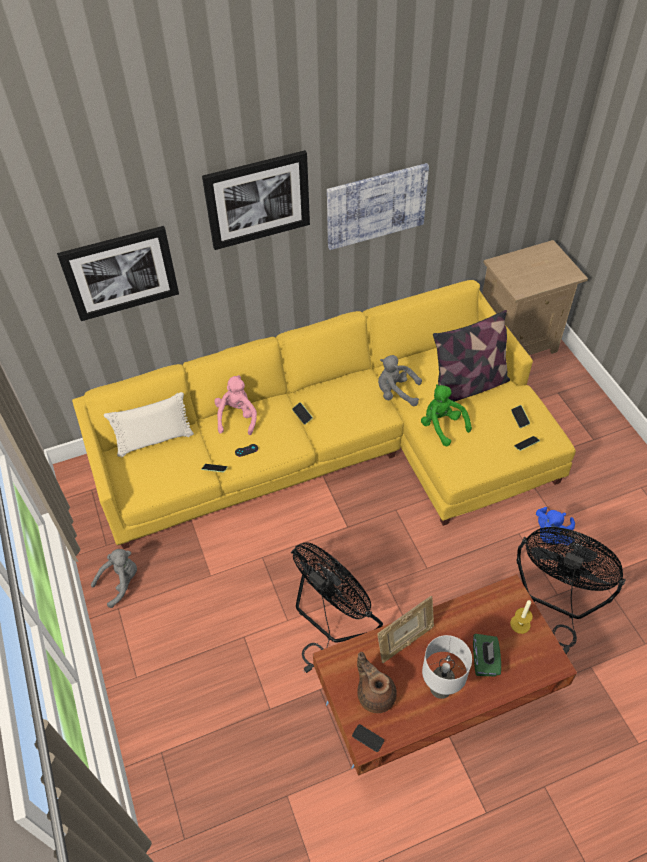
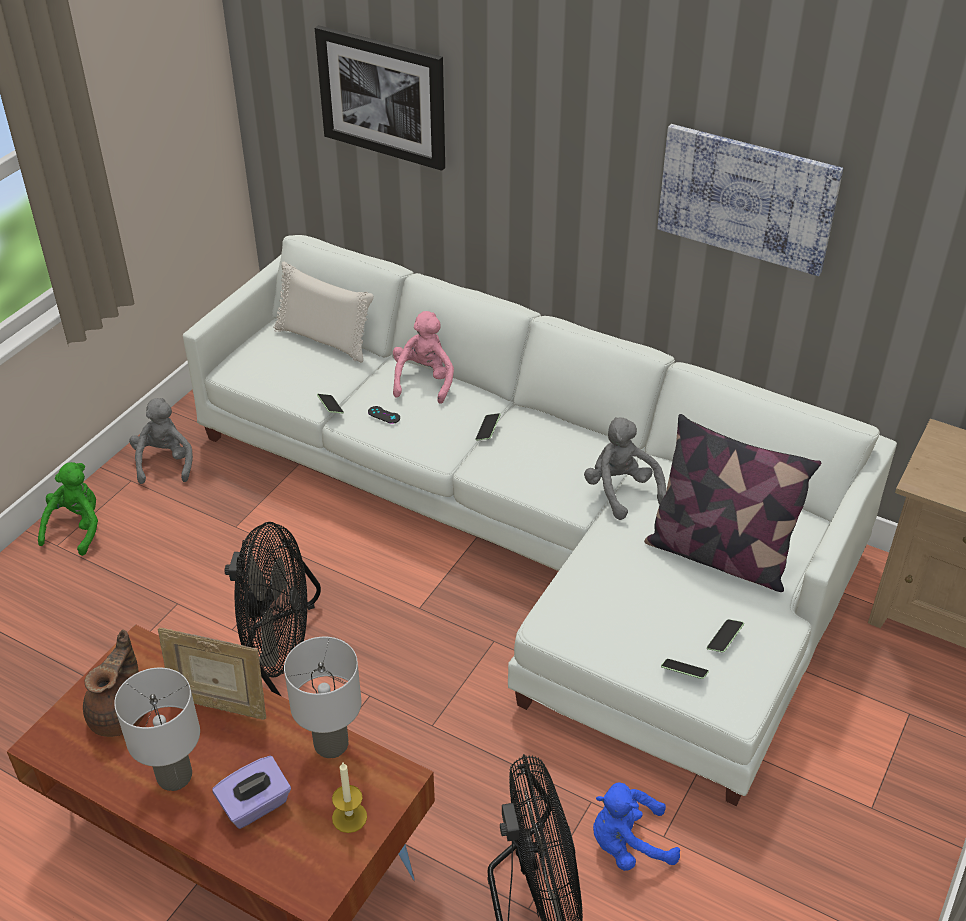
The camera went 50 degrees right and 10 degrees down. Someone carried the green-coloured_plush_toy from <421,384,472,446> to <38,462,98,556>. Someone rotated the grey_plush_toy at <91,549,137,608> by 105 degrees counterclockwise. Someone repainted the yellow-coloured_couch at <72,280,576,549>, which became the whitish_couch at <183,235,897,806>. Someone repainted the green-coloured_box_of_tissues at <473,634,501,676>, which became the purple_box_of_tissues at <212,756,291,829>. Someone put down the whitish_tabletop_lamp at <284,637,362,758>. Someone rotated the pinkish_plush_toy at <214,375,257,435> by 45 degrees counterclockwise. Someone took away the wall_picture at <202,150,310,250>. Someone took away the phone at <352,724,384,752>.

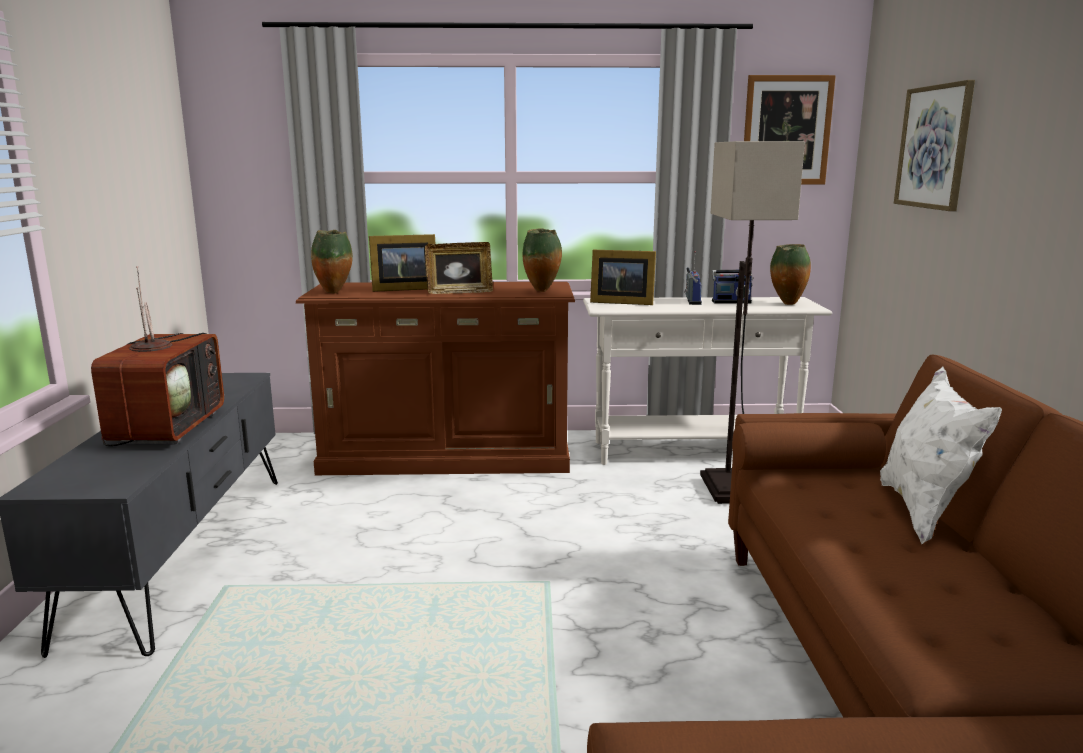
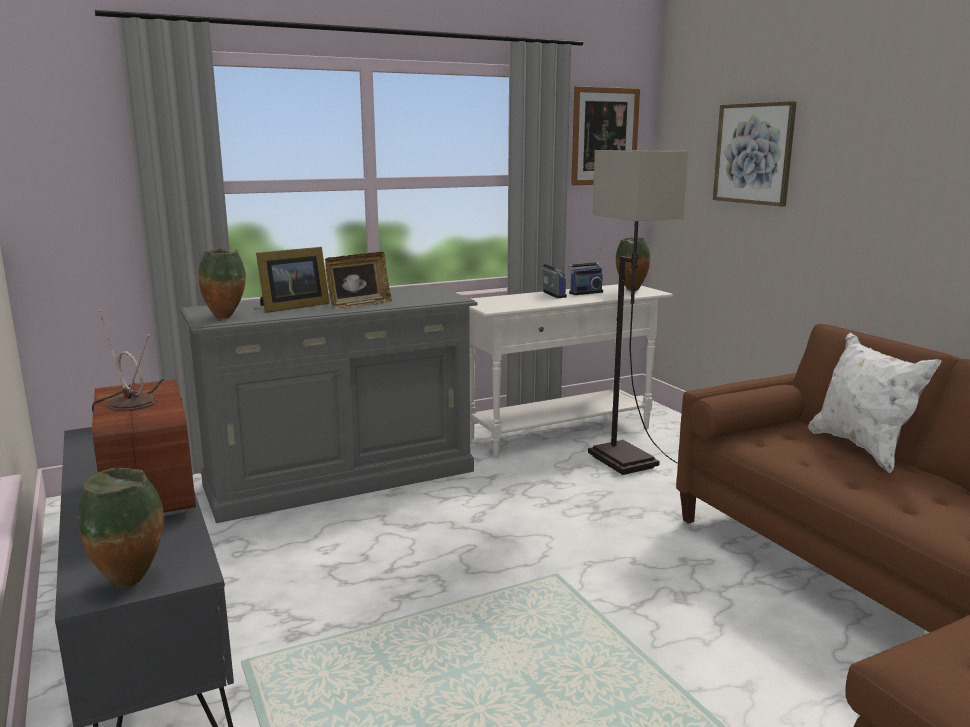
The camera went 25 degrees left and 0 degrees up. Someone carried the decorative_vase from <523,228,562,292> to <79,468,164,587>. Someone repainted the brown_storage_cabinet at <296,282,575,475>, which became the grey_storage_cabinet at <180,285,478,523>. Someone took away the photo_frame at <590,250,656,305>.

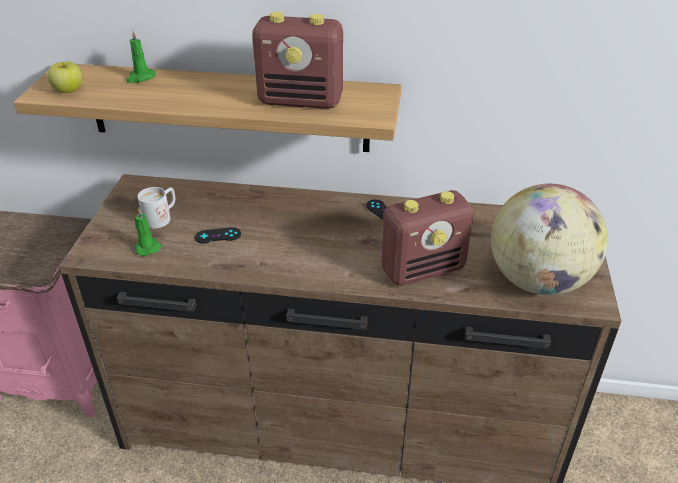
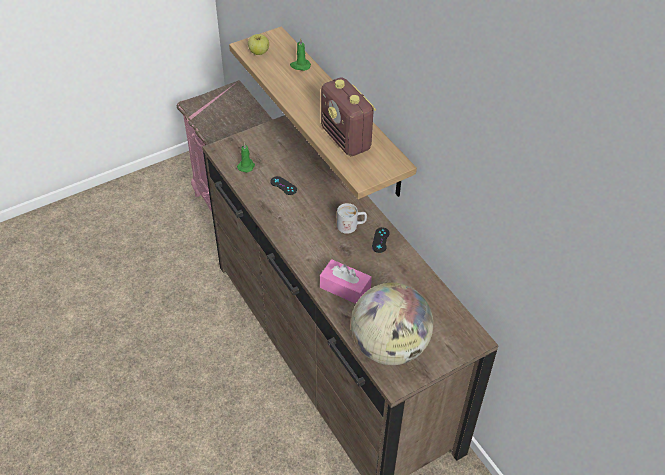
The camera went 50 degrees right and 10 degrees up. Someone swapped the radio_set at <381,190,474,286> for the pinkish_box_of_tissues at <320,259,372,304>. Someone carried the whitish_coffee_mug from <137,187,175,229> to <337,203,367,234>.

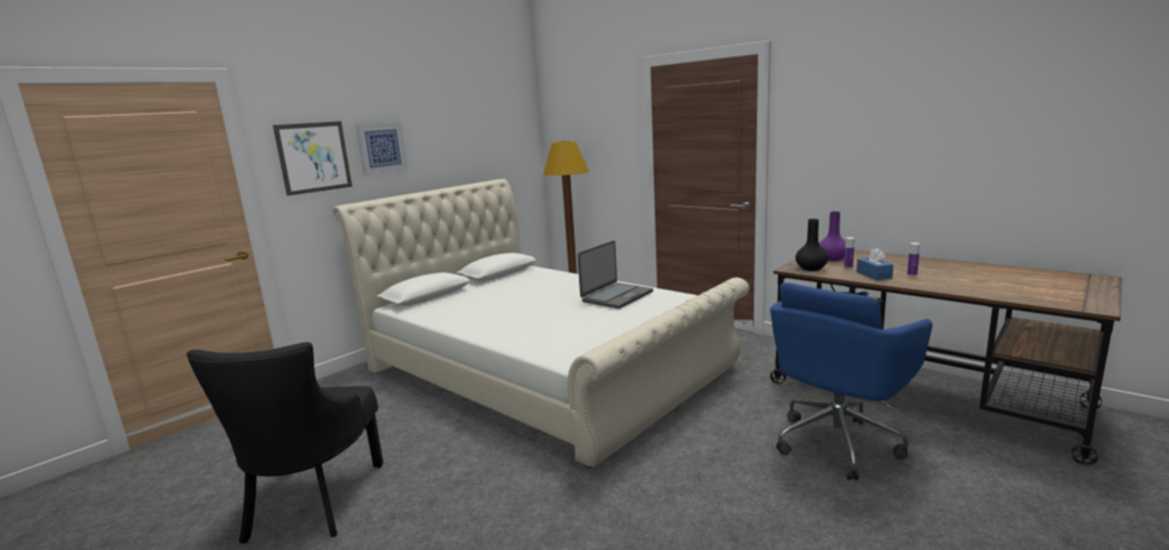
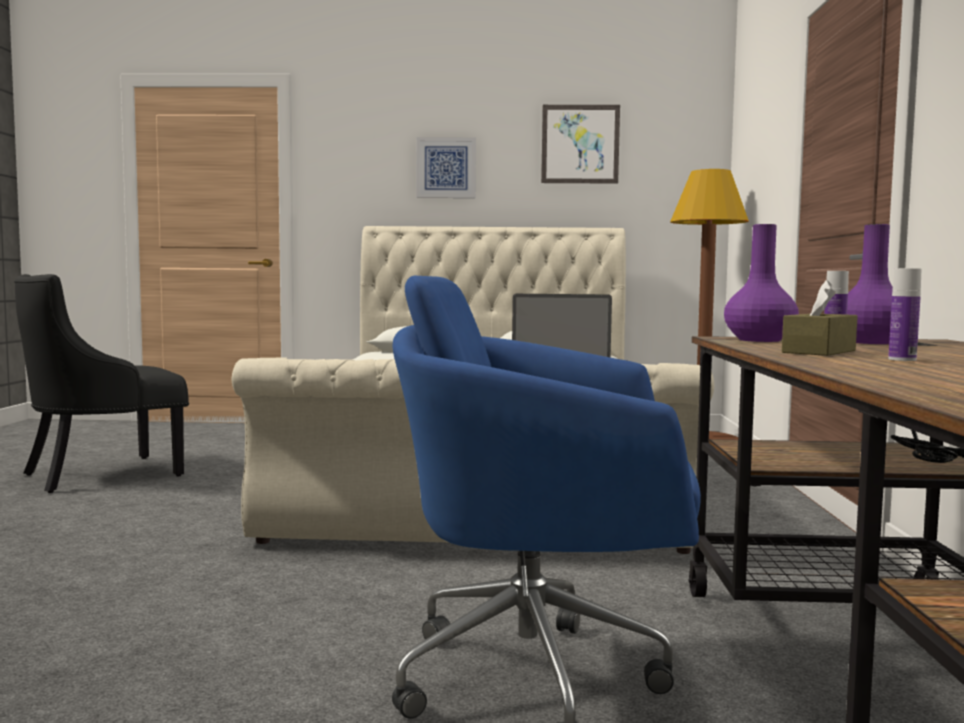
The camera went 50 degrees right and 10 degrees down. Someone carried the wall_picture from <273,121,352,196> to <541,105,620,184>. Someone repainted the black_decorative_vase at <795,219,829,271>, which became the purple_decorative_vase at <724,224,799,342>. Someone repainted the blue_box_of_tissues at <857,248,893,280>, which became the brown_box_of_tissues at <782,280,858,356>.

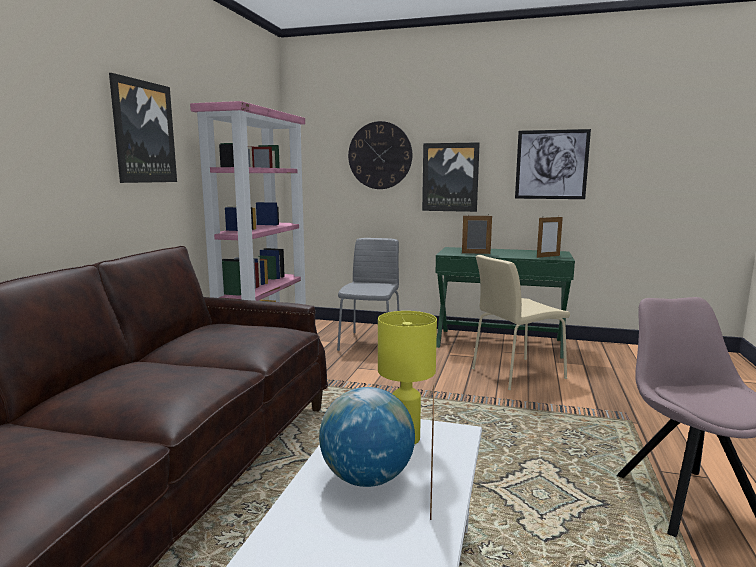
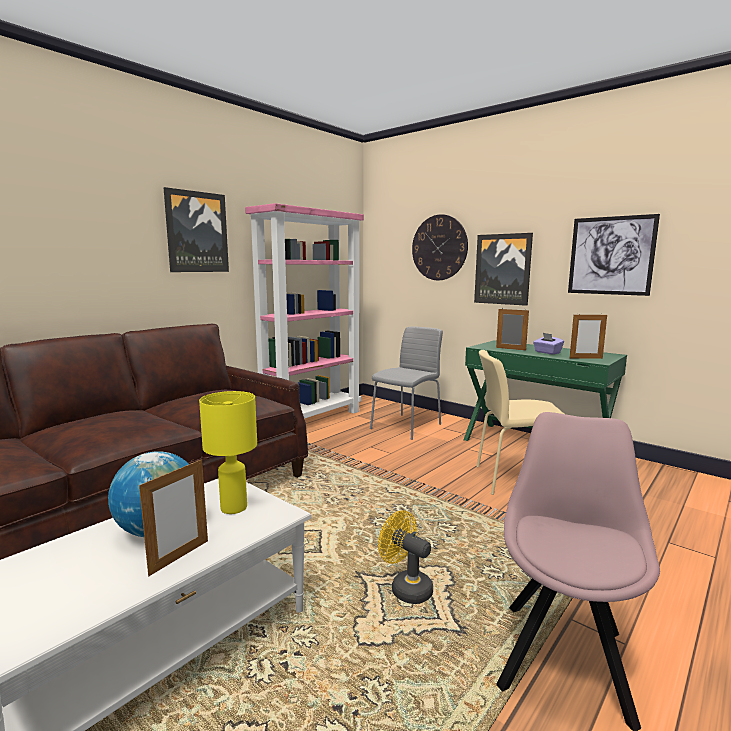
The camera went 25 degrees right and 0 degrees up. Someone put down the yellow-coloured_cooling_fan at <378,510,433,604>. Someone put down the purple_box_of_tissues at <533,333,564,354>.

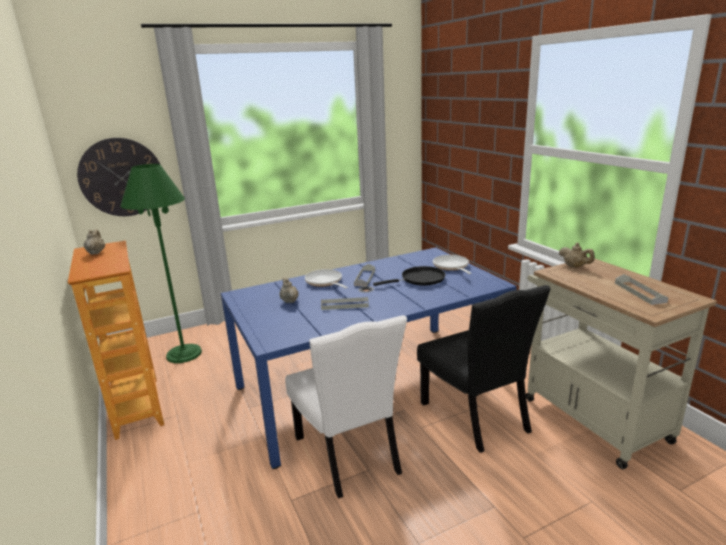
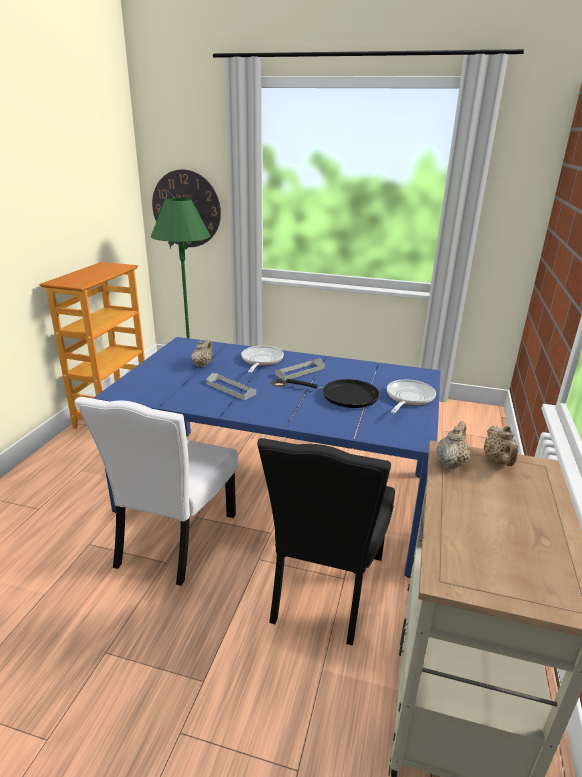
The camera went 40 degrees right and 5 degrees up. Someone carried the beige-coloured_teapot from <84,229,105,255> to <436,421,470,469>. Someone took away the grey_serving_tray at <615,274,669,305>.

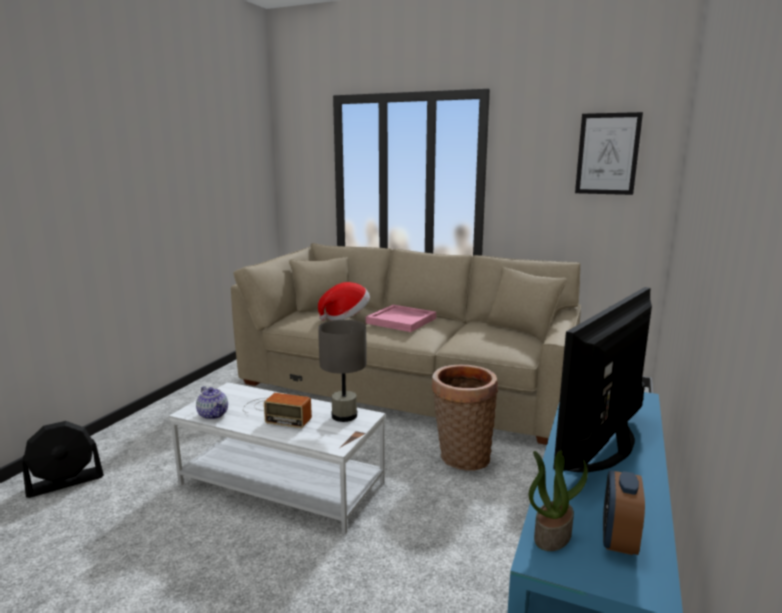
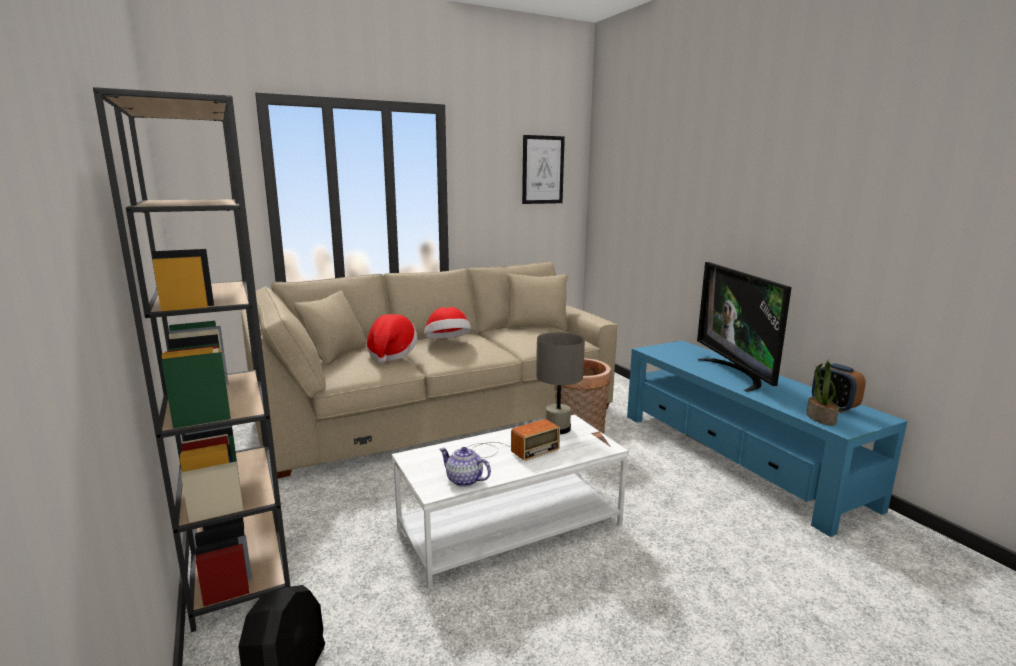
The camera went 50 degrees left and 0 degrees up. Someone put down the shelving_unit at <93,87,290,632>. Someone swapped the pinkish_serving_tray at <366,305,436,332> for the clothing_hat at <424,307,471,339>. Someone rotated the teapot at <196,386,228,420> by 150 degrees counterclockwise.

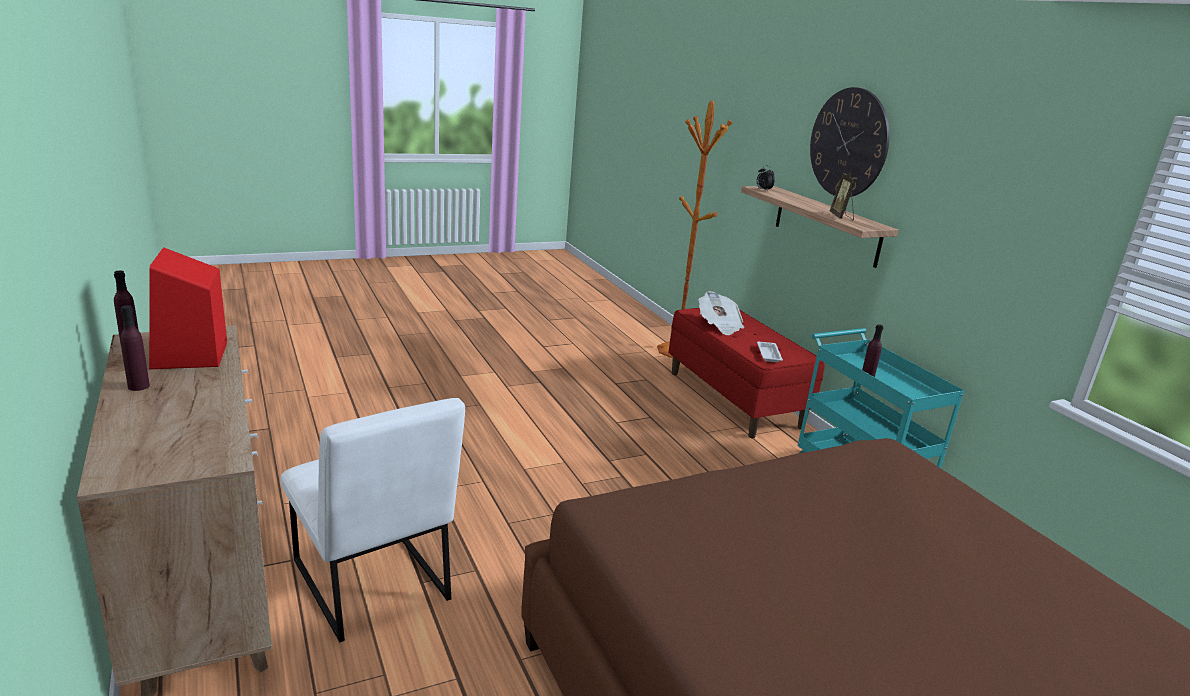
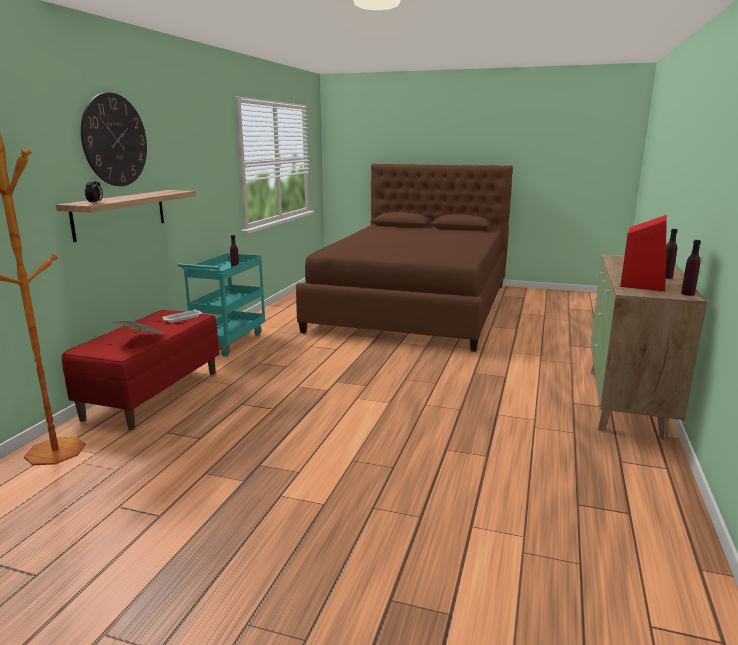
The camera went 135 degrees left and 5 degrees down. Someone took away the whitish_plain_chair at <281,398,465,642>. Someone took away the photo_frame at <830,172,856,220>.

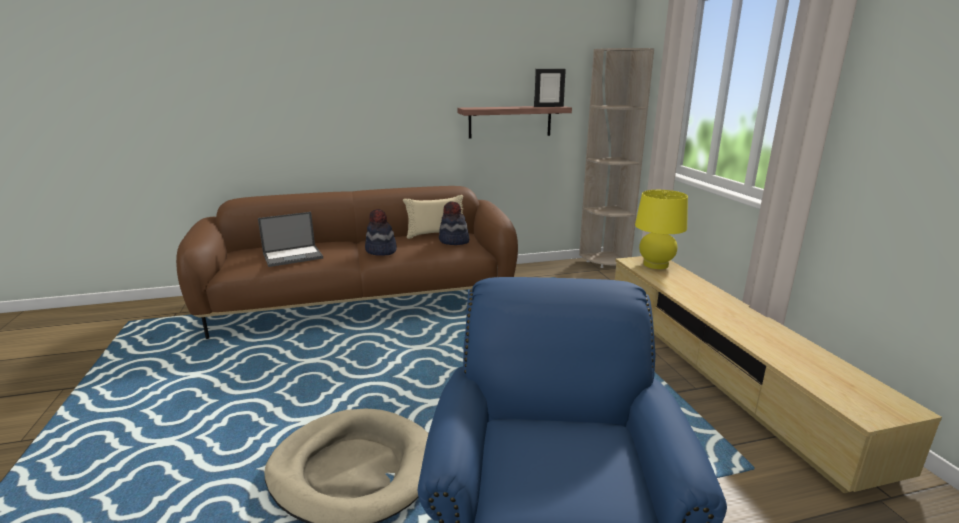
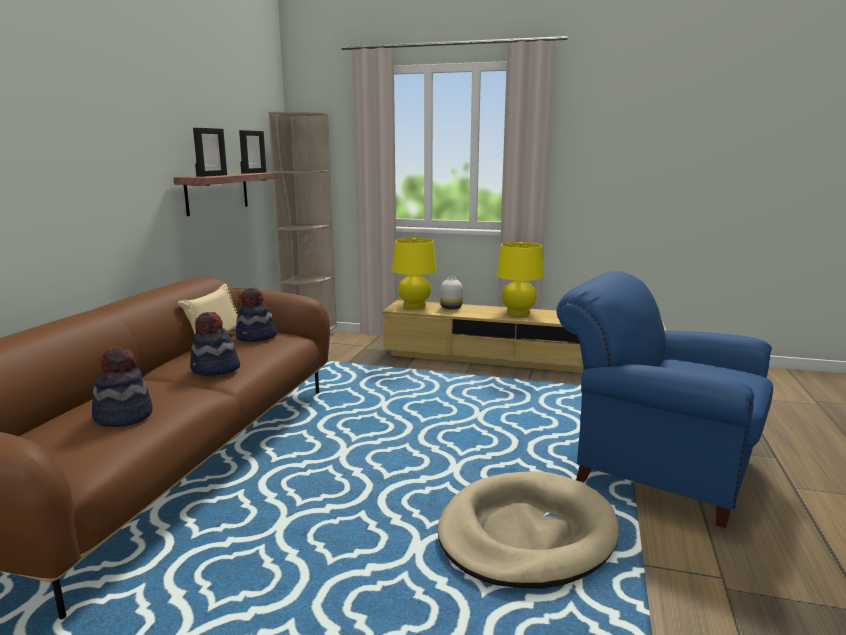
The camera went 60 degrees left and 5 degrees down. Someone swapped the notebook_computer at <258,212,323,267> for the clothing_hat at <92,347,153,427>. Someone put down the photo_frame at <193,128,227,177>. Someone put down the whitish_decorative_vase at <440,277,463,310>. Someone put down the yellow-coloured_tabletop_lamp at <497,242,544,316>.

